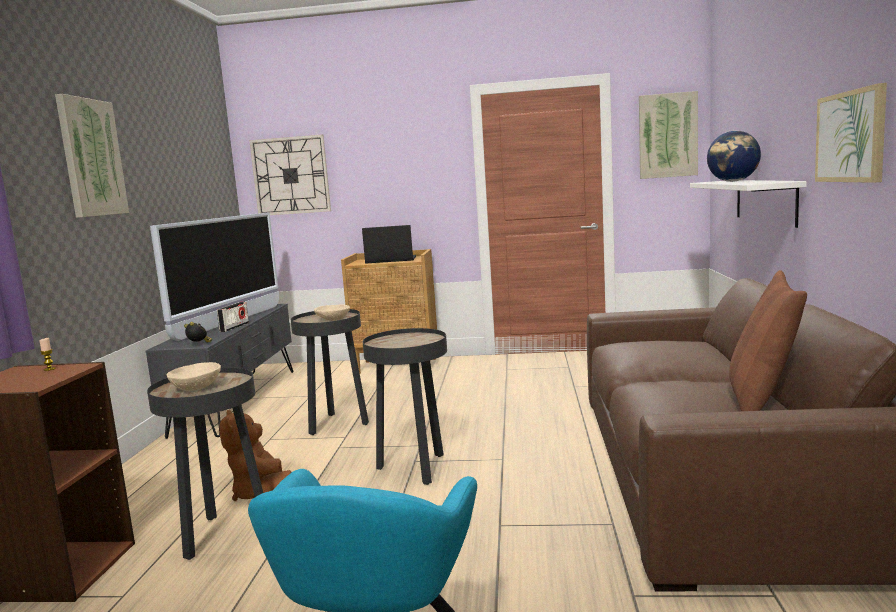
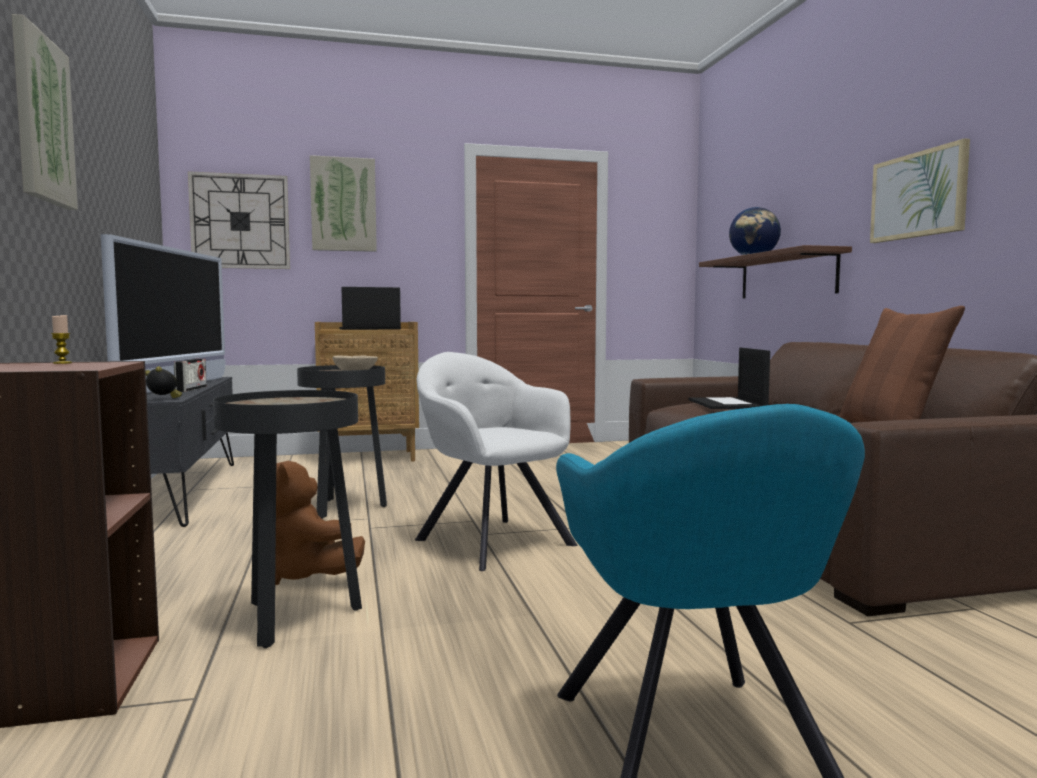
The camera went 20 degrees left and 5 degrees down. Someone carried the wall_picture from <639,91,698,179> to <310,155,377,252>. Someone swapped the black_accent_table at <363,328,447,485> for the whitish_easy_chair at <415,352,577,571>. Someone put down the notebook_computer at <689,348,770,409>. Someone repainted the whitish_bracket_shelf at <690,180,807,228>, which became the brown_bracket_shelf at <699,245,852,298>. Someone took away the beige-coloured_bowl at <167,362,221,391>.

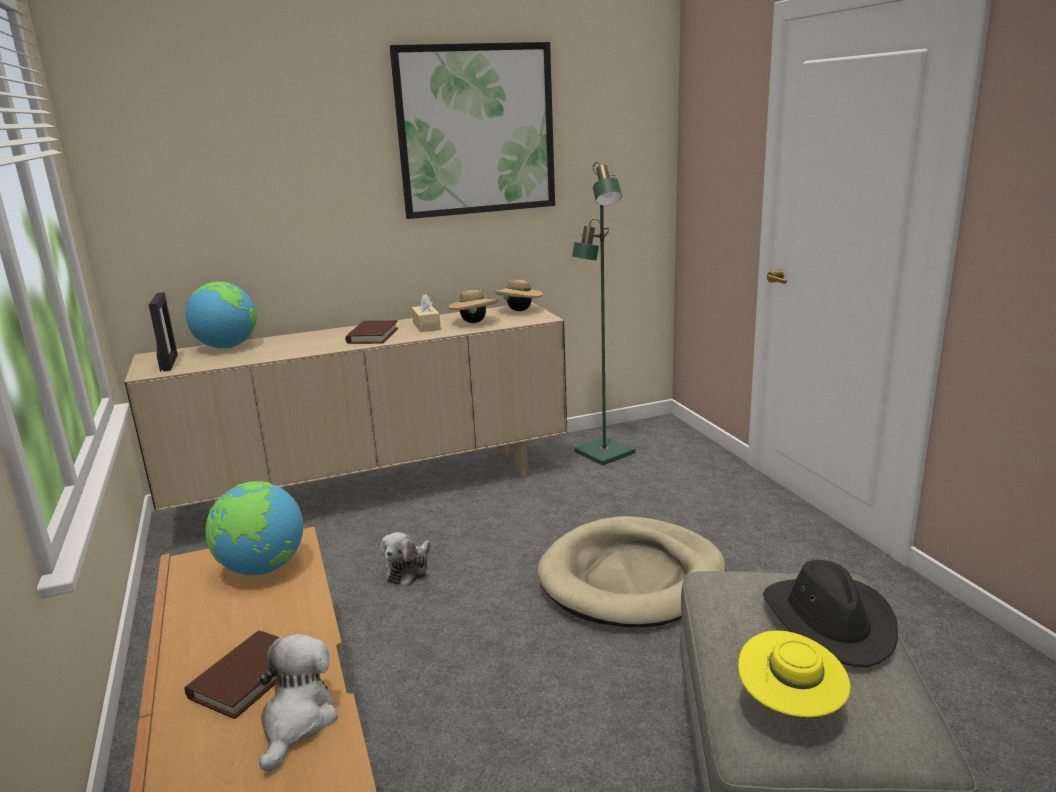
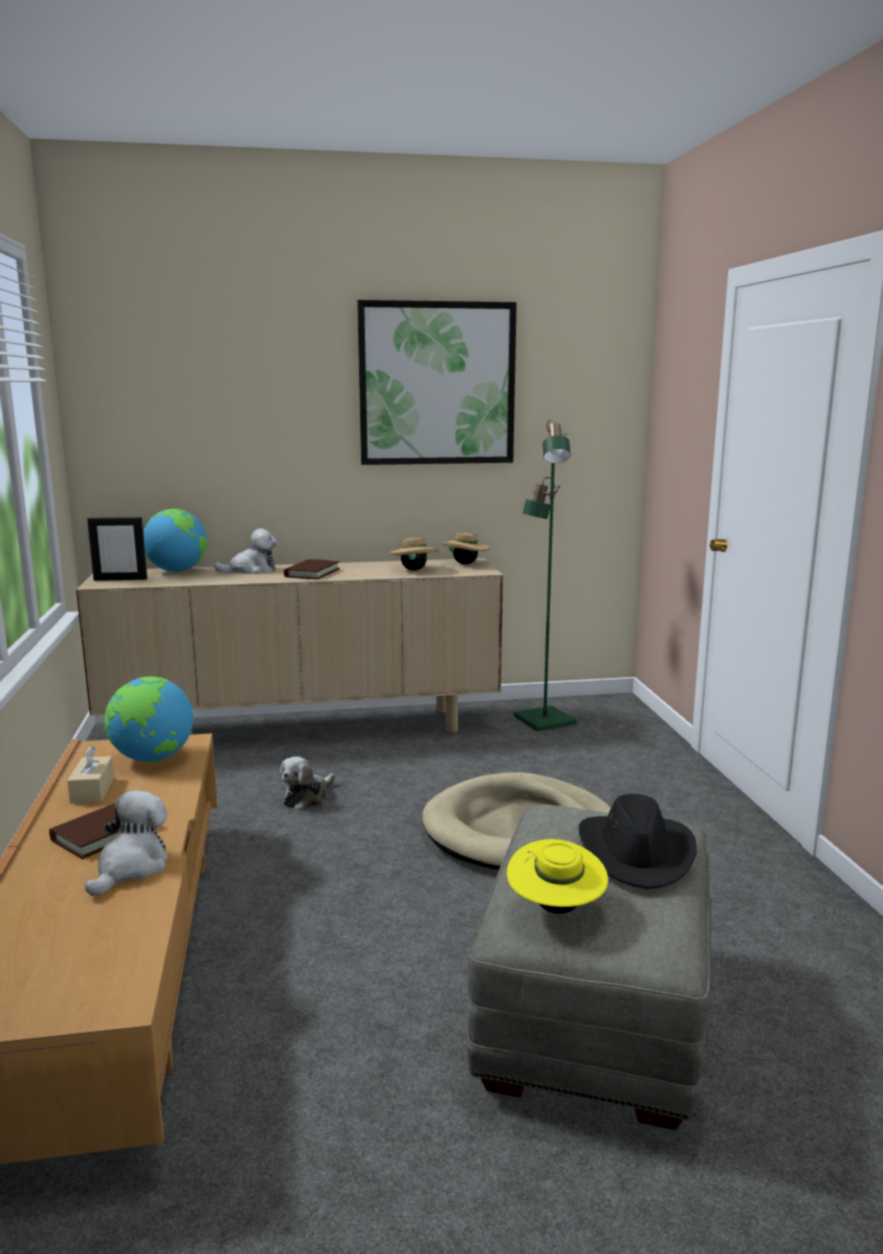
The camera went 10 degrees right and 5 degrees down. Someone carried the beige-coloured_box_of_tissues from <412,294,441,332> to <67,745,114,804>. Someone rotated the photo_frame at <149,292,178,372> by 90 degrees clockwise. Someone put down the plush_toy at <214,528,278,574>.

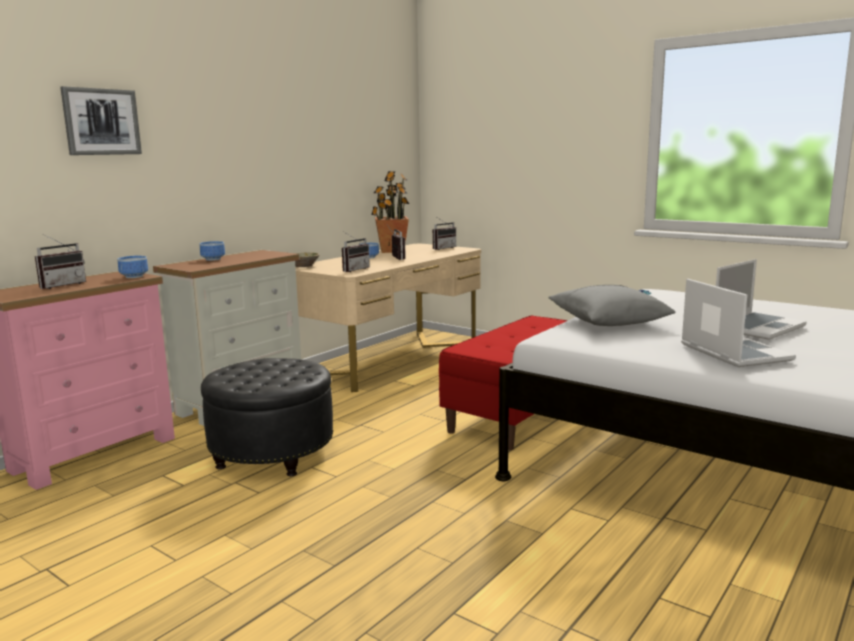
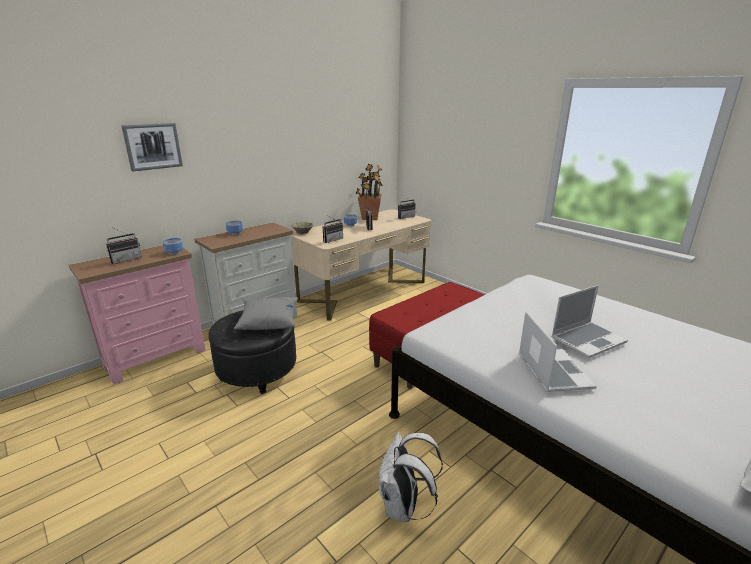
The camera went 10 degrees right and 10 degrees up. Someone carried the grey_throw_pillow from <549,285,675,326> to <234,297,298,330>. Someone put down the whitish_backpack at <379,432,443,522>.

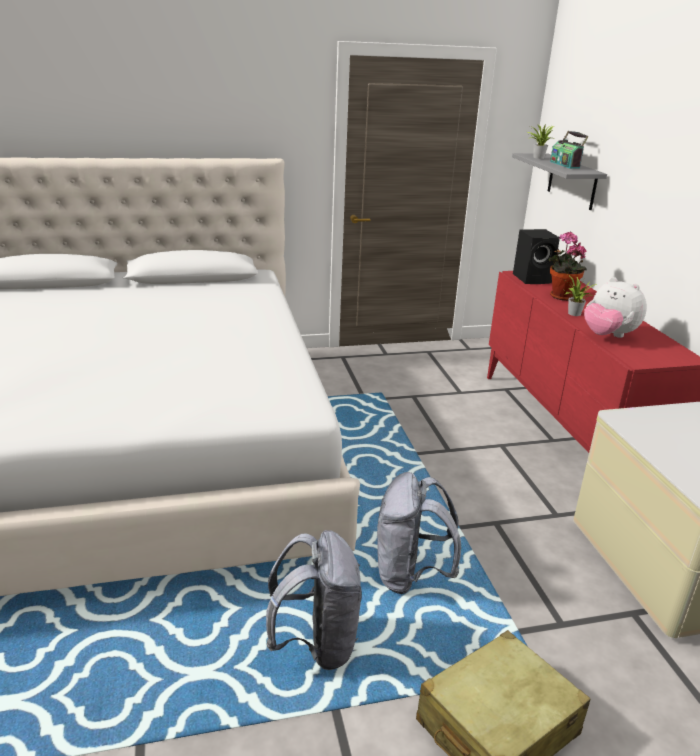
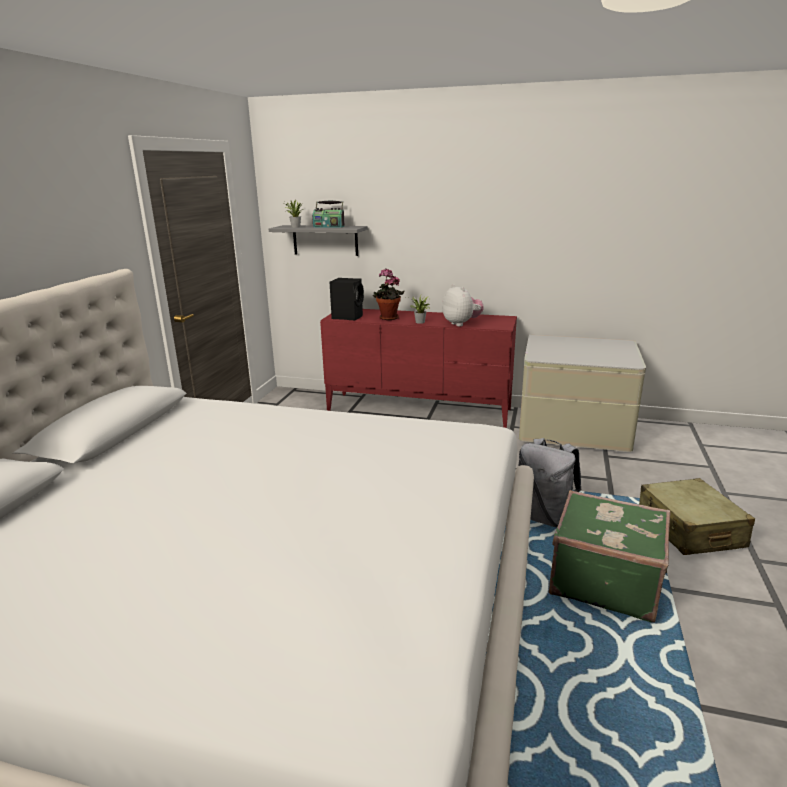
The camera went 60 degrees left and 5 degrees down. Someone rotated the plush_toy at <584,277,647,338> by 105 degrees counterclockwise. Someone swapped the grey_backpack at <266,530,362,670> for the green-coloured_piece_of_luggage at <549,490,671,623>.

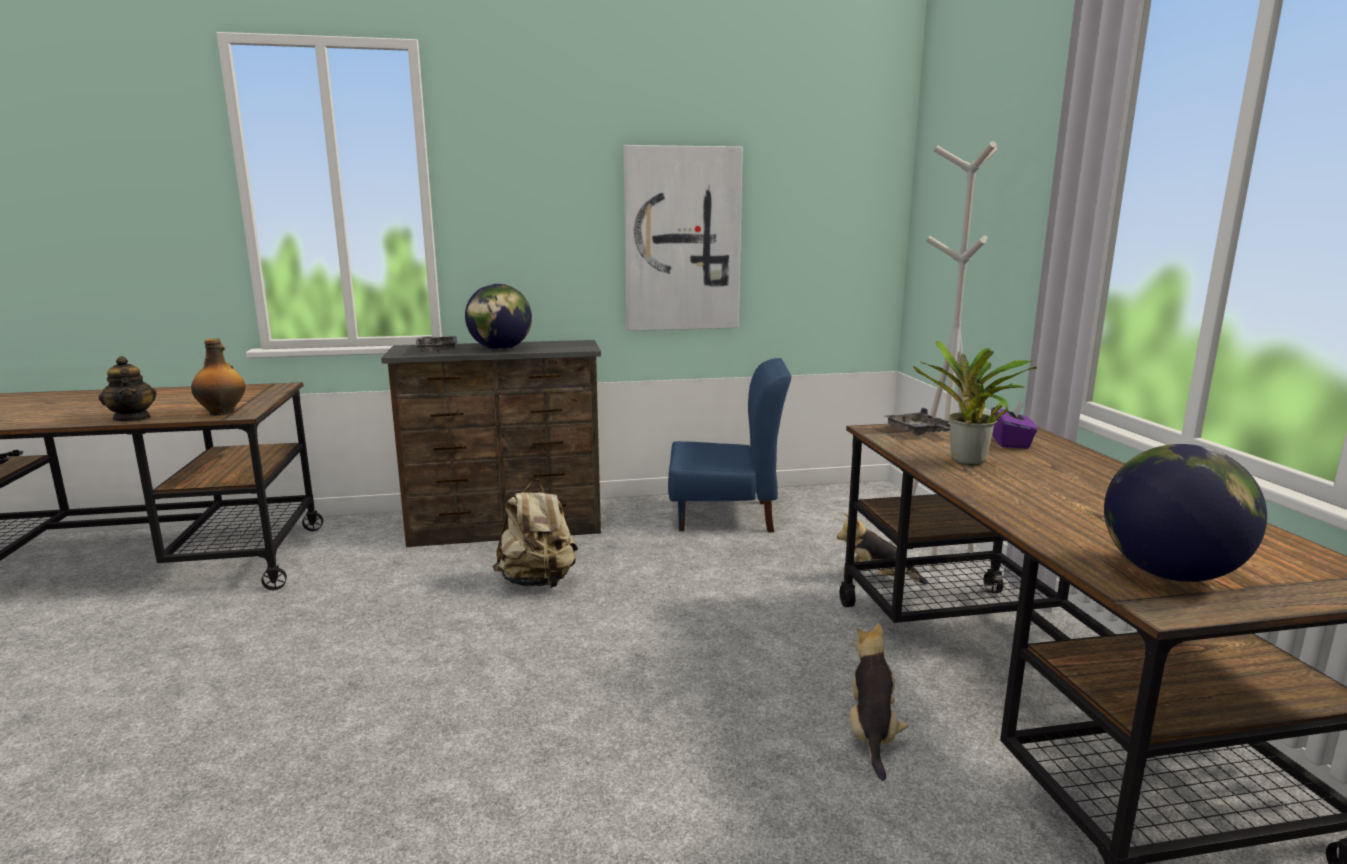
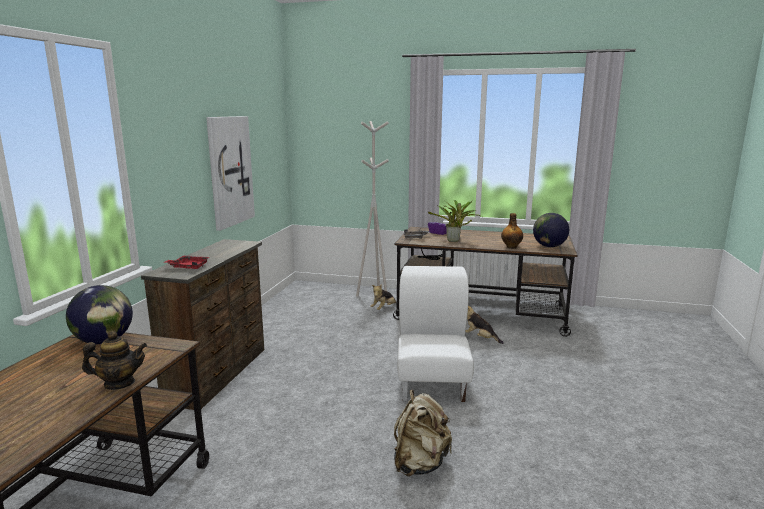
The camera went 65 degrees left and 0 degrees up. Someone carried the world_globe from <465,284,532,350> to <66,285,133,344>. Someone repainted the grey_serving_tray at <416,336,458,352>, which became the reddish_serving_tray at <164,255,210,269>. Someone carried the beige-coloured_backpack from <492,479,578,588> to <394,390,452,476>. Someone put down the whitish_plain_chair at <397,266,474,402>. Someone carried the drink_bottle from <191,339,245,416> to <501,213,523,249>. Someone took away the blue_plain_chair at <668,358,791,532>.

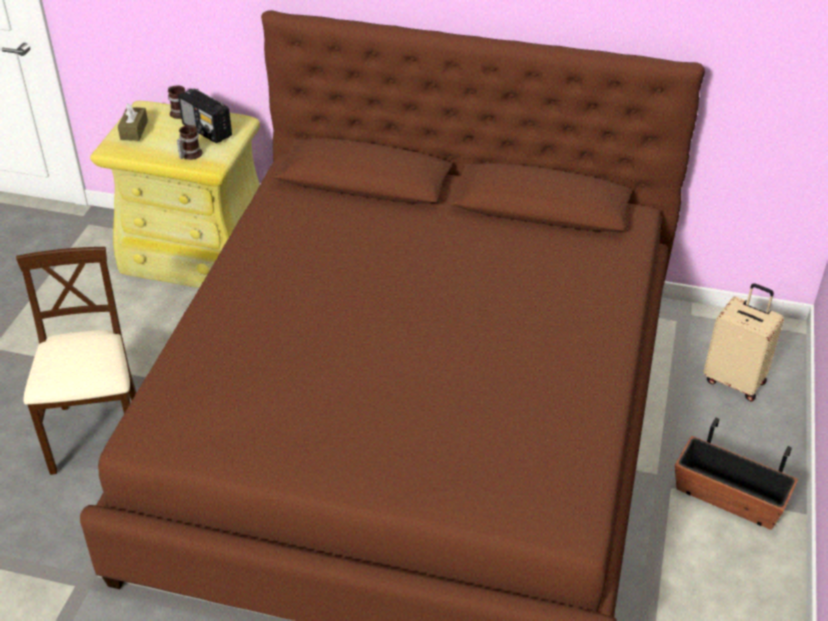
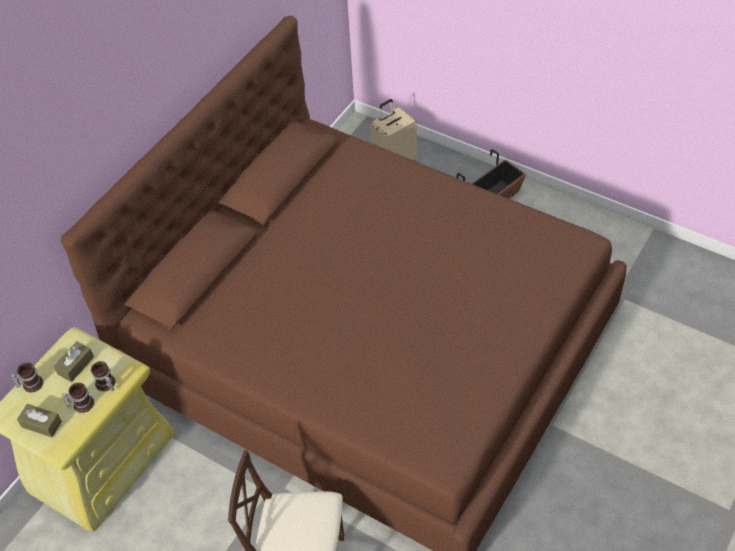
The camera went 70 degrees left and 10 degrees up. Someone swapped the radio_set at <178,89,232,143> for the brown_box_of_tissues at <54,341,94,382>. Someone put down the coffee_mug at <62,383,94,413>.

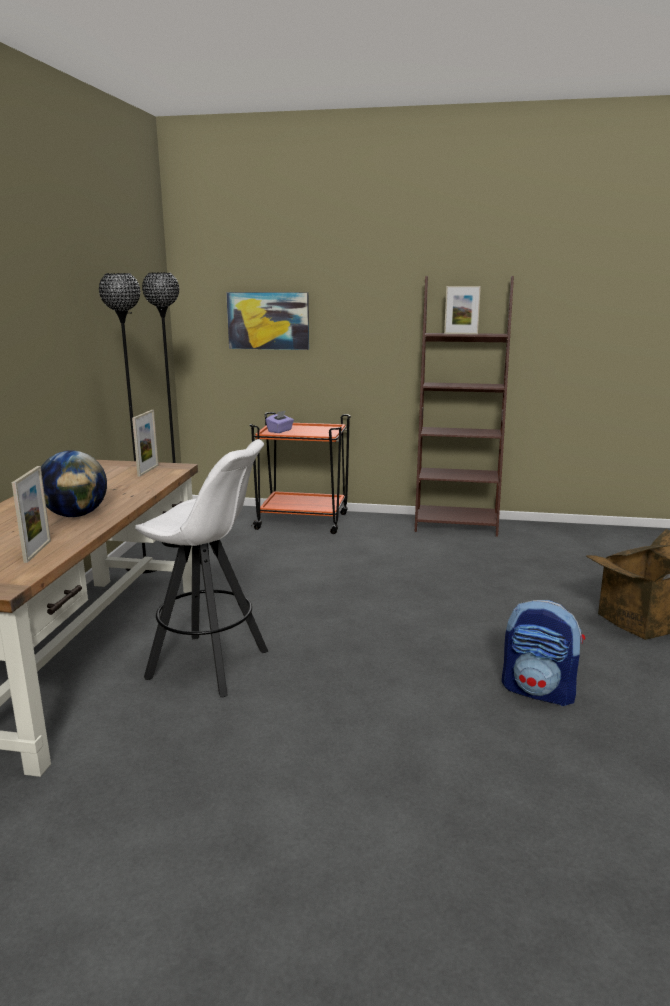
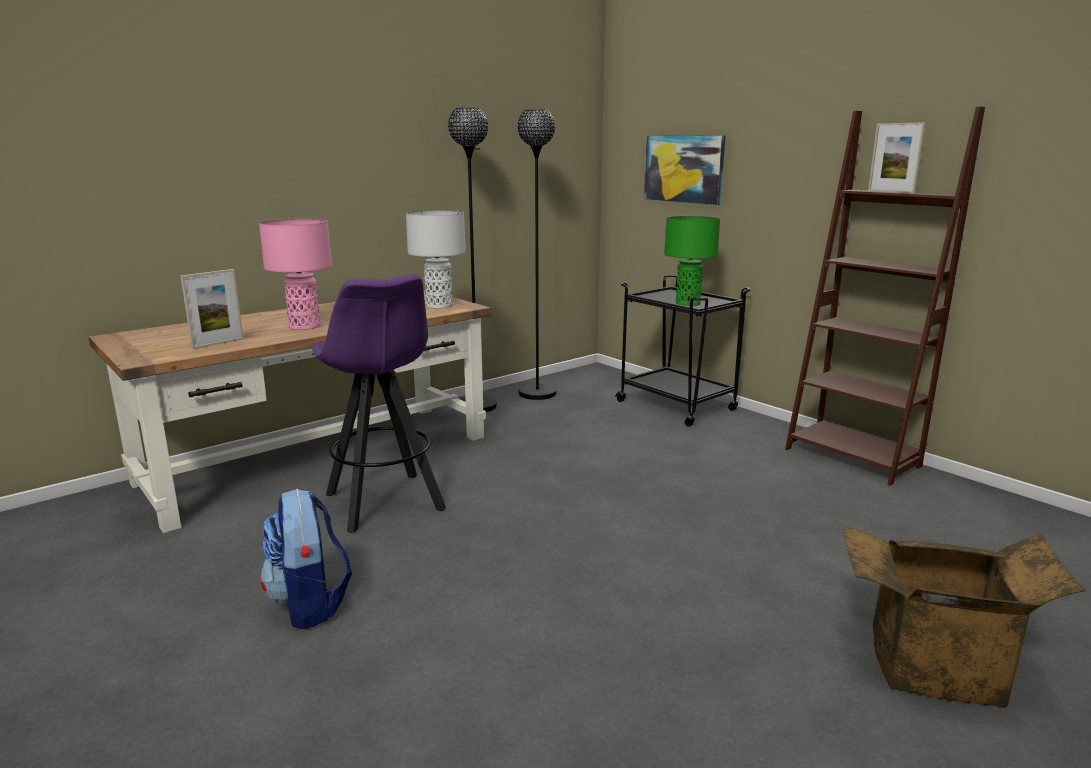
The camera went 40 degrees right and 0 degrees up. Someone swapped the world_globe at <41,450,107,517> for the pinkish_tabletop_lamp at <259,219,332,330>. Someone carried the backpack from <502,600,585,706> to <260,489,352,629>. Someone repainted the whitish_stool_seat at <135,439,268,697>, which became the purple_stool_seat at <312,274,446,533>. Someone swapped the photo_frame at <132,410,159,477> for the whitish_tabletop_lamp at <406,210,466,308>. Someone repainted the orangey_cart at <250,412,350,534>, which became the black_cart at <615,275,750,426>. Someone put down the green-coloured_tabletop_lamp at <664,215,720,306>. Someone took away the purple_box_of_tissues at <266,410,294,433>.

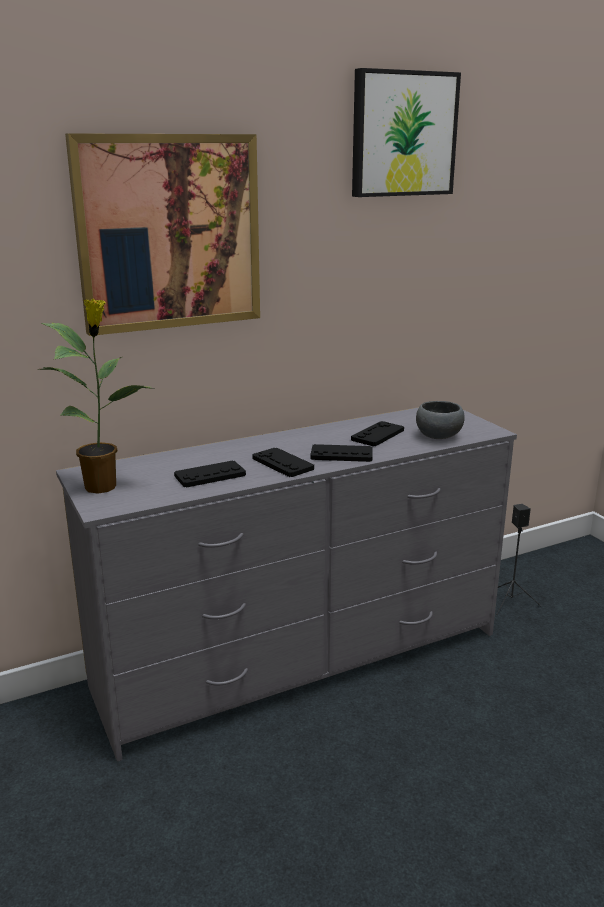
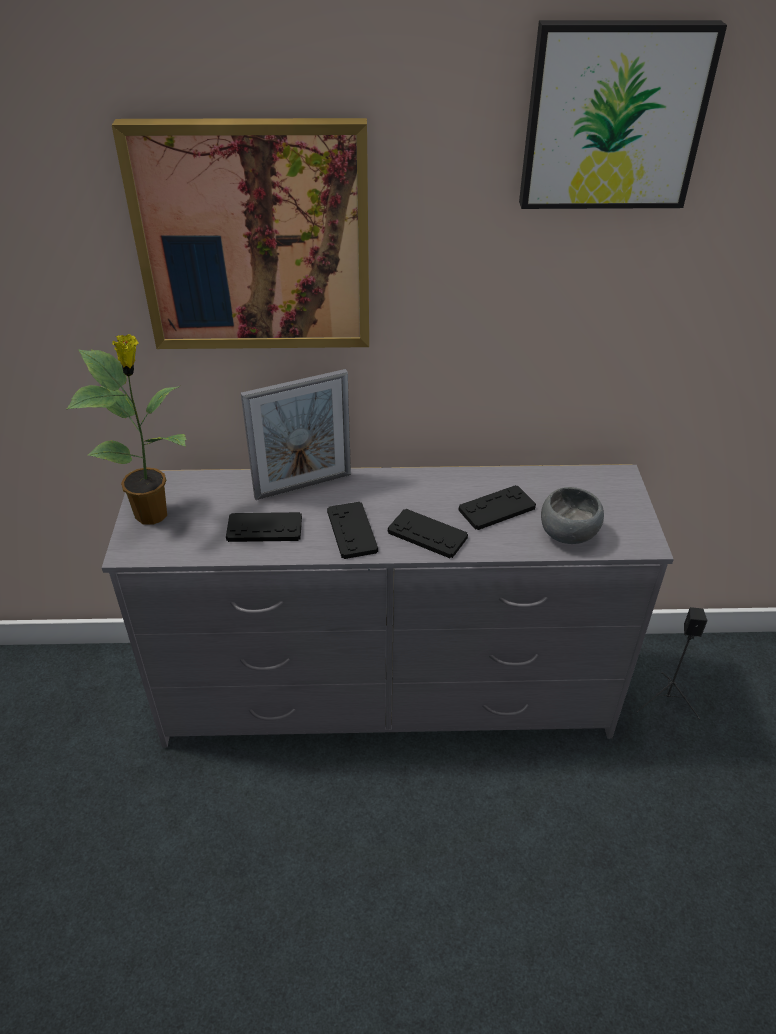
The camera went 25 degrees right and 20 degrees up. Someone put down the photo_frame at <241,369,351,500>.

